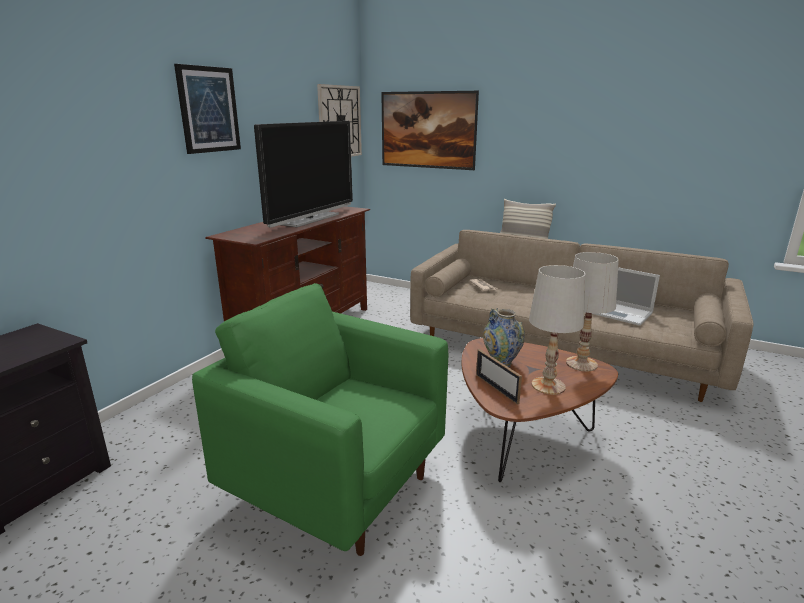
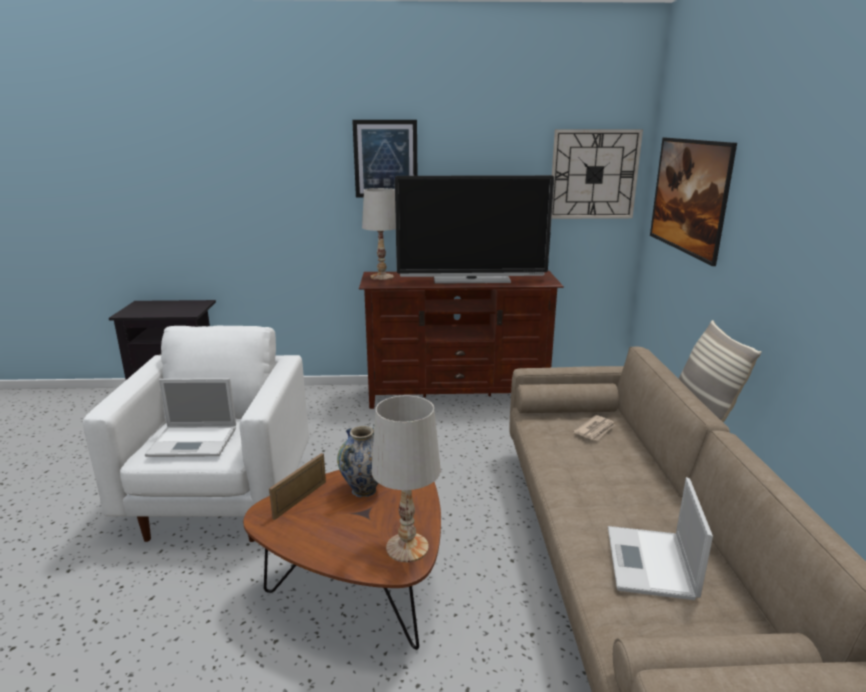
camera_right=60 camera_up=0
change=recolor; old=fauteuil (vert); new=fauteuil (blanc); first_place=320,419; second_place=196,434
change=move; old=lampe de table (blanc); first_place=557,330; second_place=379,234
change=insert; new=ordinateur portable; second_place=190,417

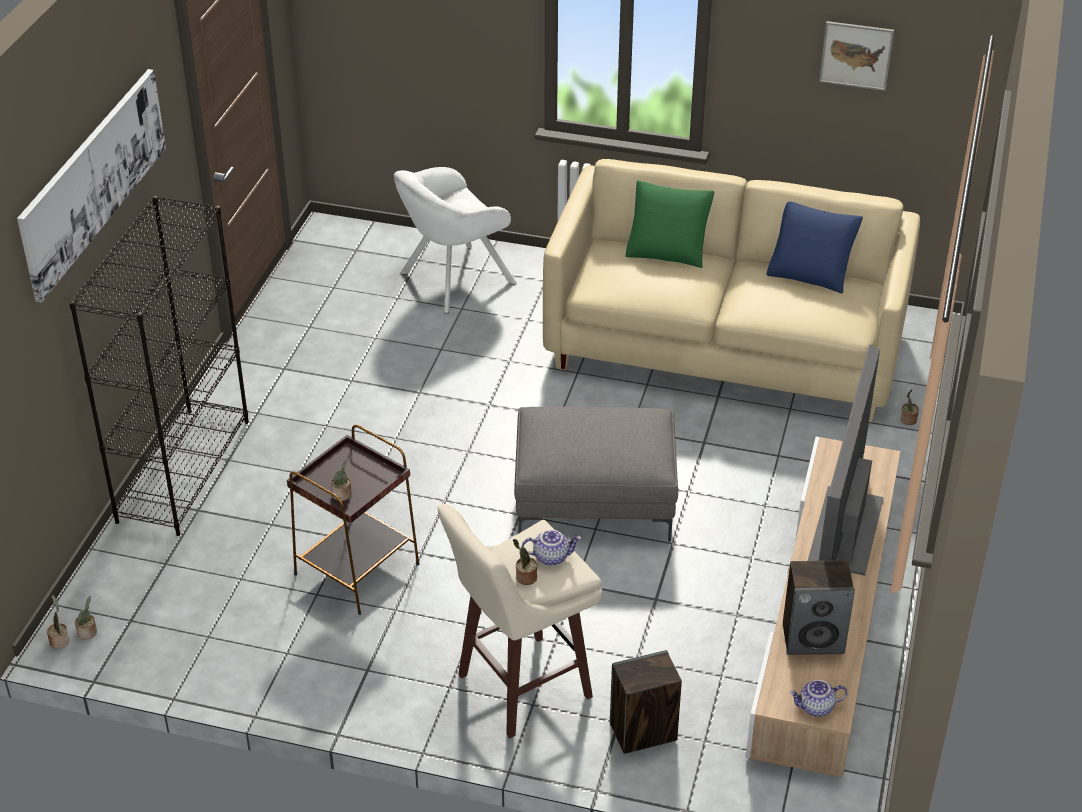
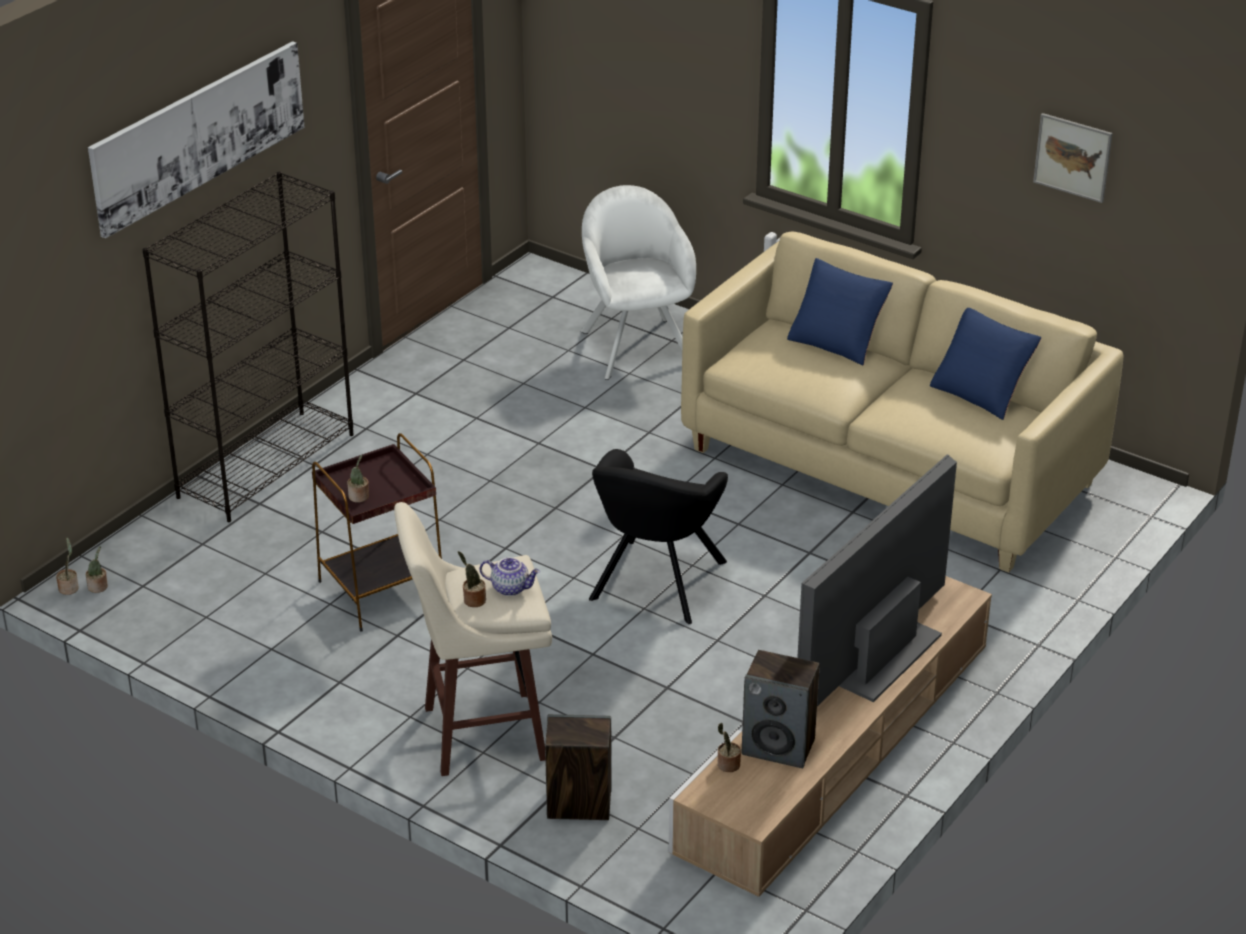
camera_right=20 camera_up=-5
change=rotate; old=fauteuil (blanc); first_place=455,240; second_place=638,282; degrees=90
change=replace; old=pouf (gris); new=fauteuil (noir); first_place=596,474; second_place=658,536
change=recolor; old=coussin (vert); new=coussin (bleu); first_place=670,224; second_place=840,311
change=delete; old=théière; first_place=818,698
change=move; old=plante en pot; first_place=909,407; second_place=729,747

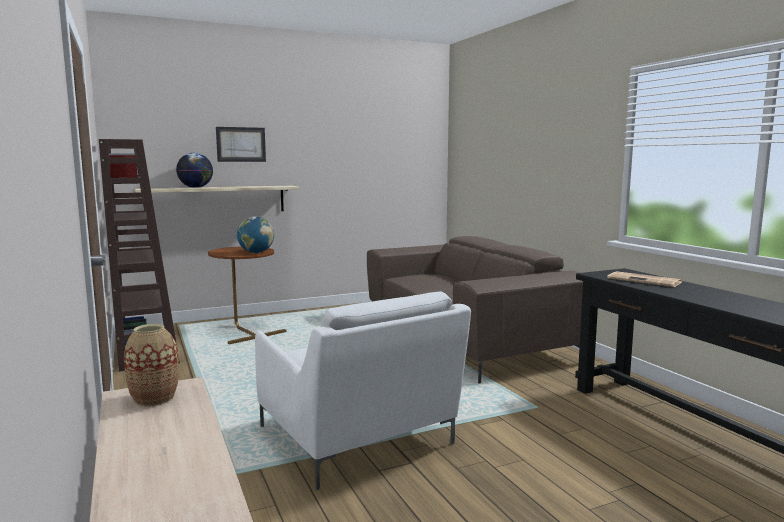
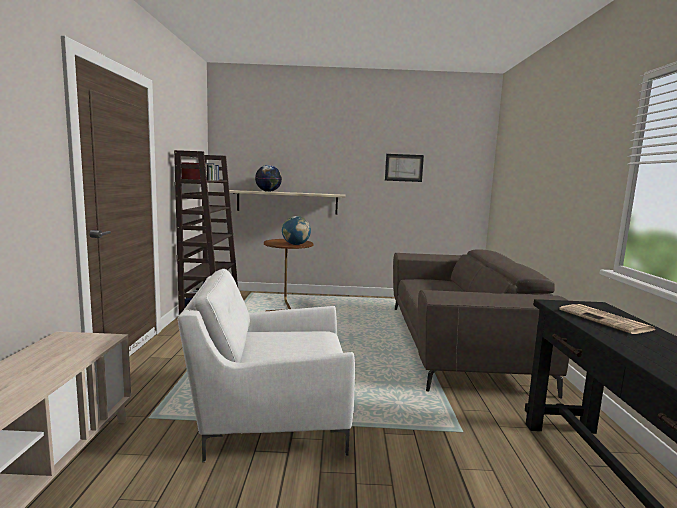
camera_right=25 camera_up=0
change=delete; old=vase; first_place=151,365
change=move; old=tableau; first_place=241,144; second_place=404,168
change=rotate; old=fauteuil (blanc); first_place=363,391; second_place=266,365; degrees=90

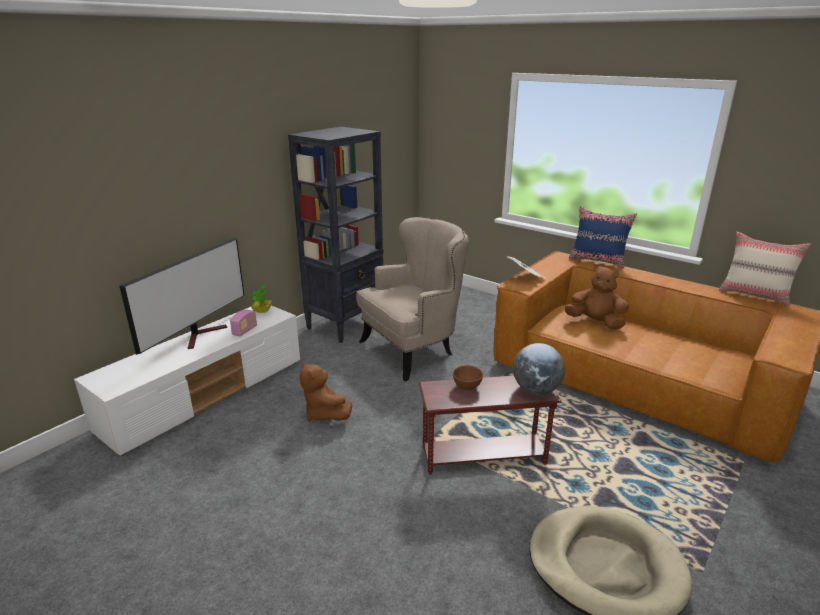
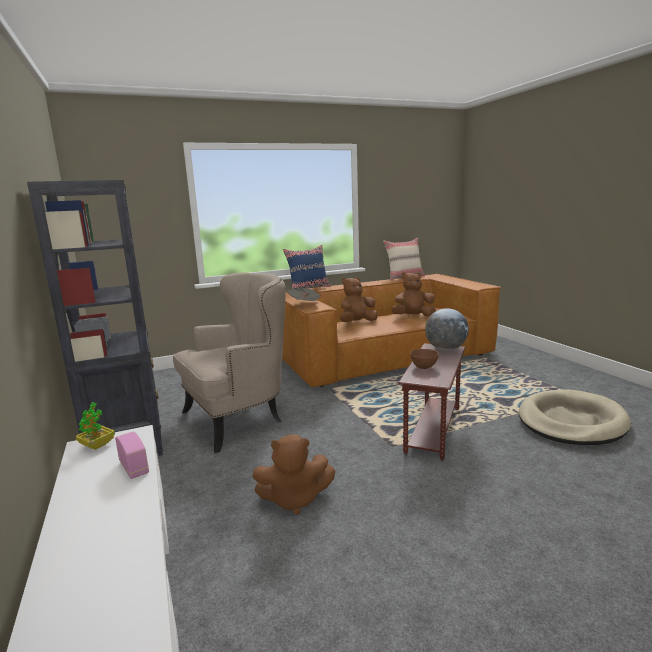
camera_right=-60 camera_up=-10
change=delete; old=téléviseur; first_place=182,296
change=rotate; old=fauteuil (beige); first_place=412,299; second_place=229,362; degrees=60
change=insert; new=peluche (marron); second_place=413,294

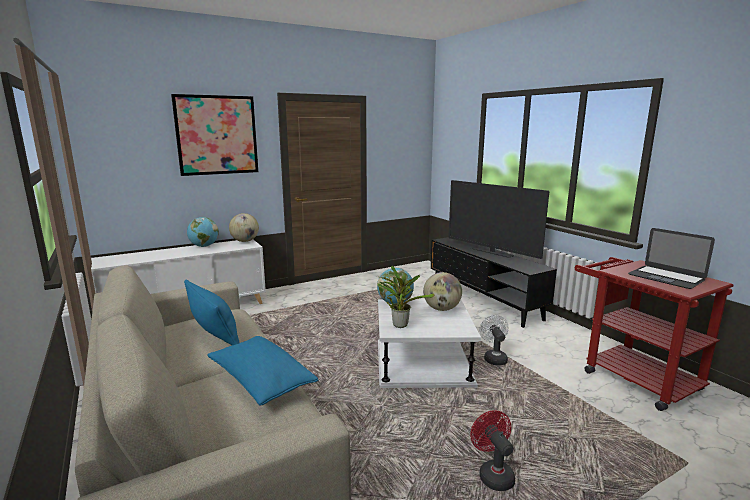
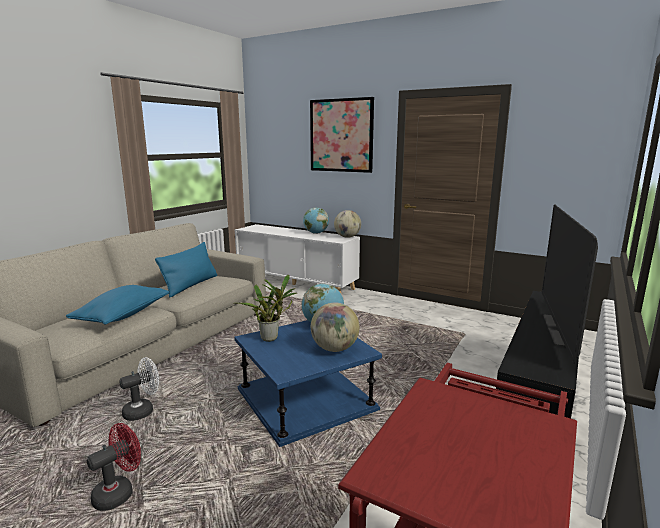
camera_right=60 camera_up=0
change=recolor; old=table d'appoint (blanc); new=table d'appoint (bleu); first_place=429,343; second_place=308,383
change=move; old=ventilateur (blanc); first_place=494,340; second_place=139,389
change=delete; old=ordinateur portable; first_place=671,258

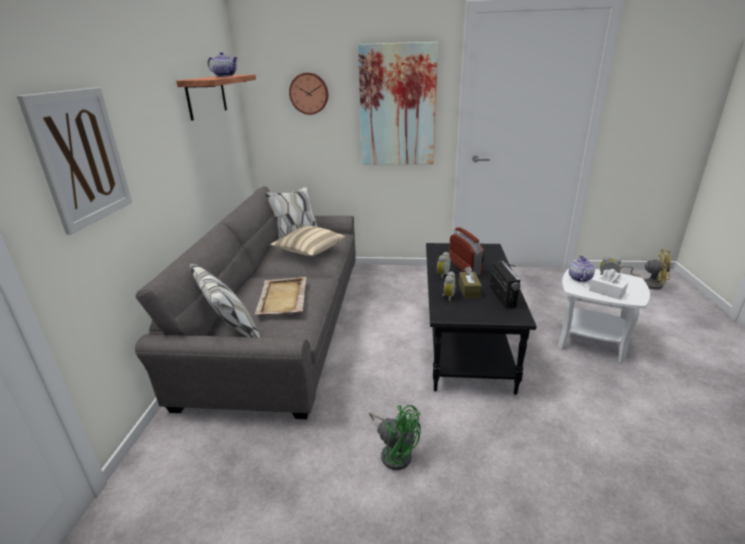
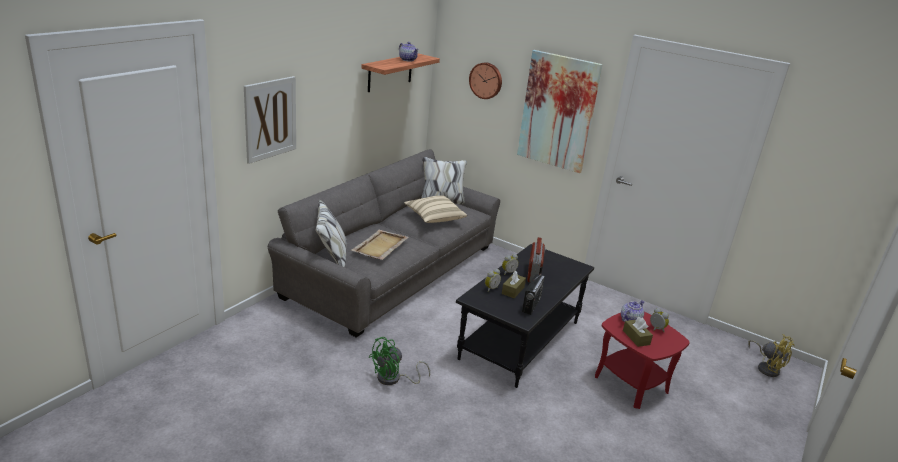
camera_right=25 camera_up=0
change=rotate; old=ventilateur (vert); first_place=395,437; second_place=399,361; degrees=75
change=recolor; old=table d'appoint (blanc); new=table d'appoint (rouge); first_place=604,316; second_place=642,360
change=recolor; old=boîte à mouchoirs (blanc); new=boîte à mouchoirs (marron); first_place=608,284; second_place=638,332

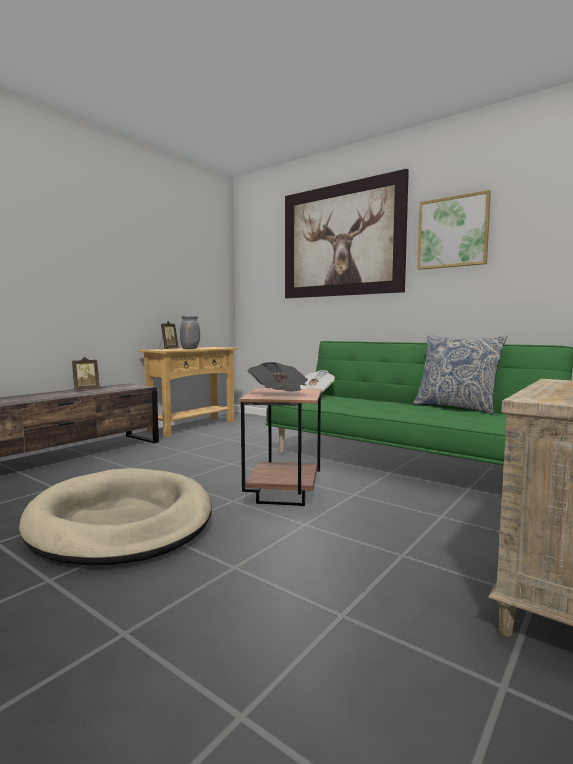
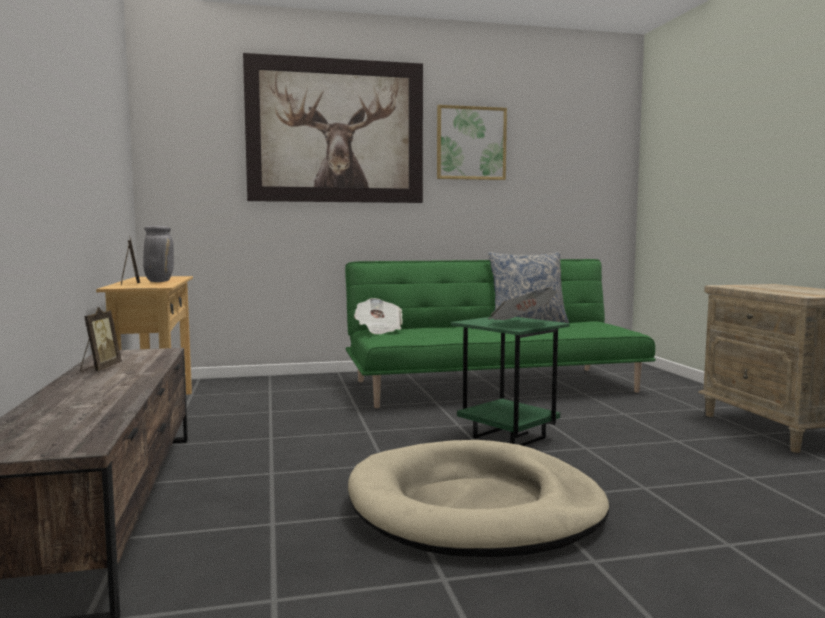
camera_right=-50 camera_up=0
change=recolor; old=table d'appoint (marron); new=table d'appoint (vert); first_place=280,447; second_place=510,381

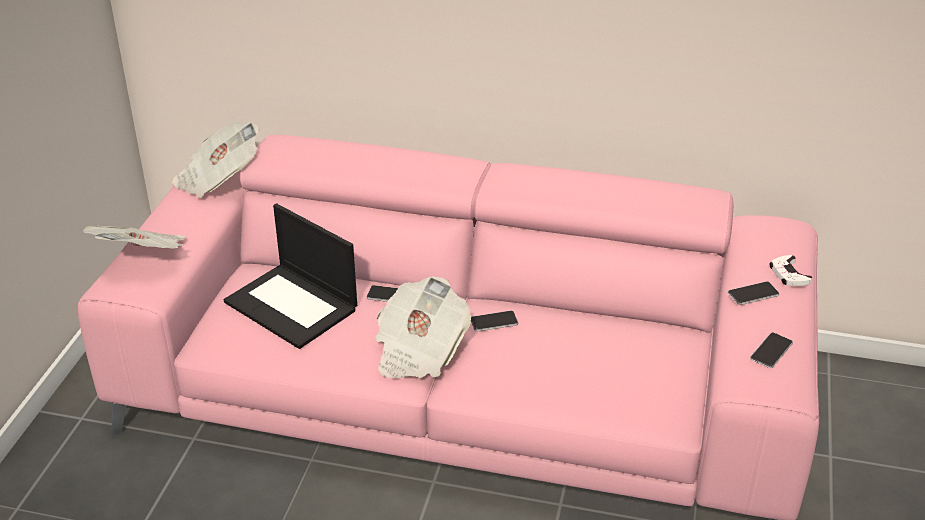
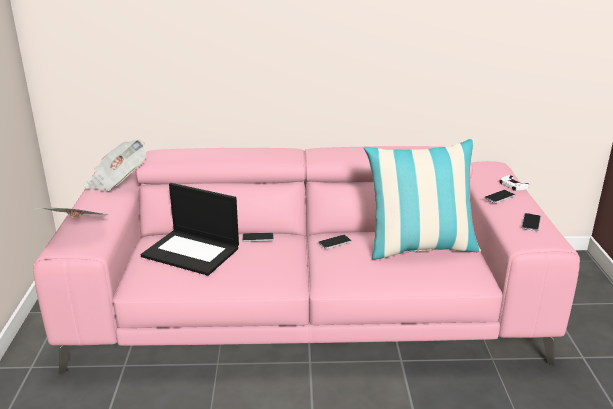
camera_right=-15 camera_up=-10
change=delete; old=journal; first_place=423,327
change=insert; new=coussin; second_place=422,199

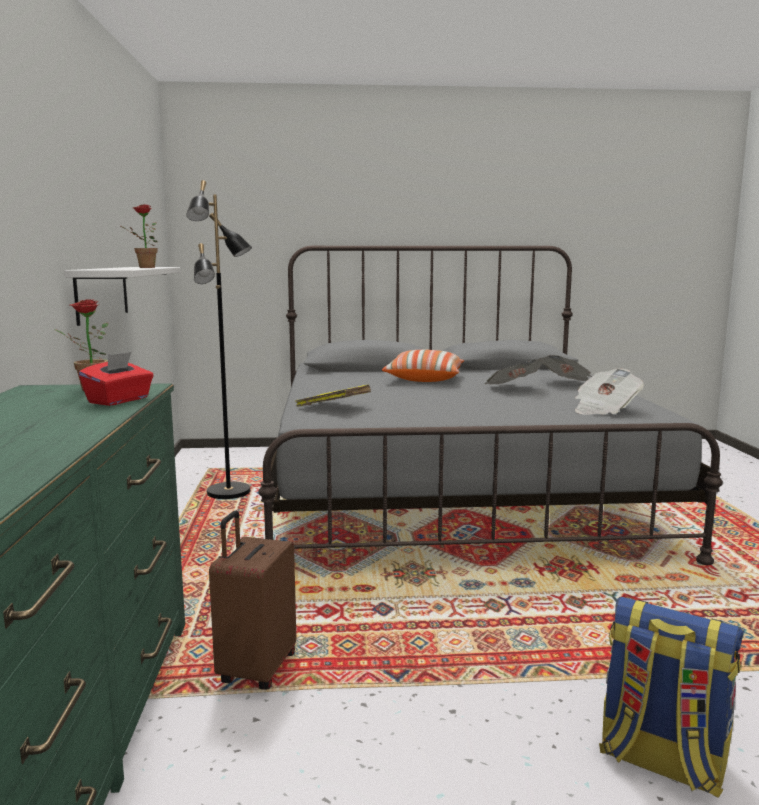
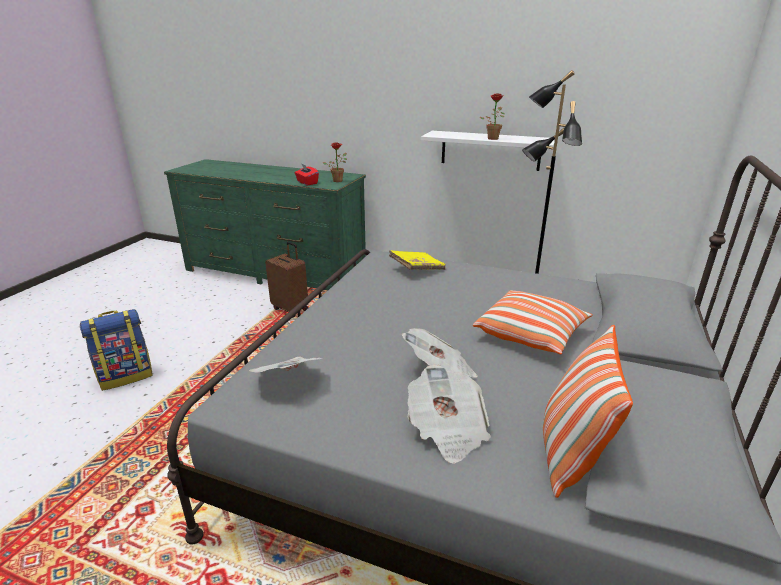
camera_right=115 camera_up=15
change=insert; new=coussin; second_place=588,411

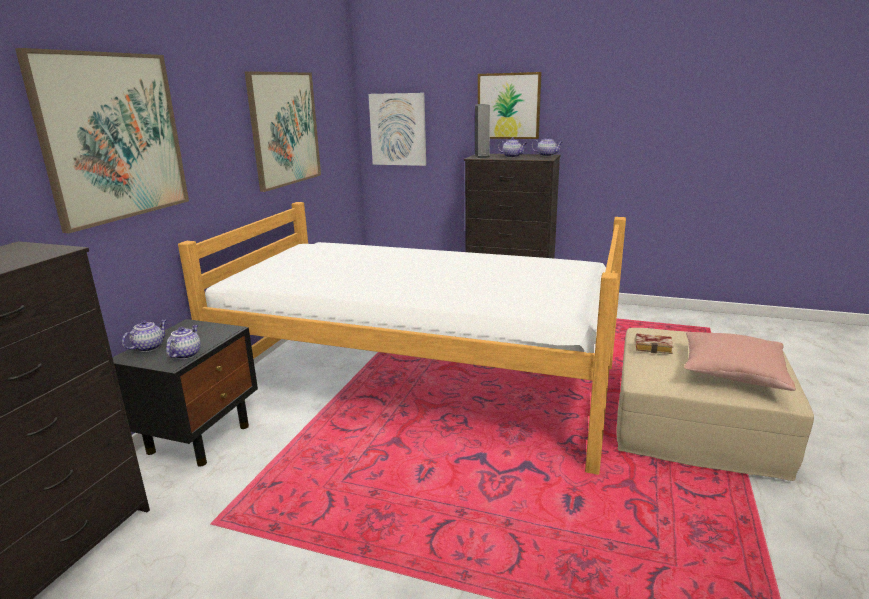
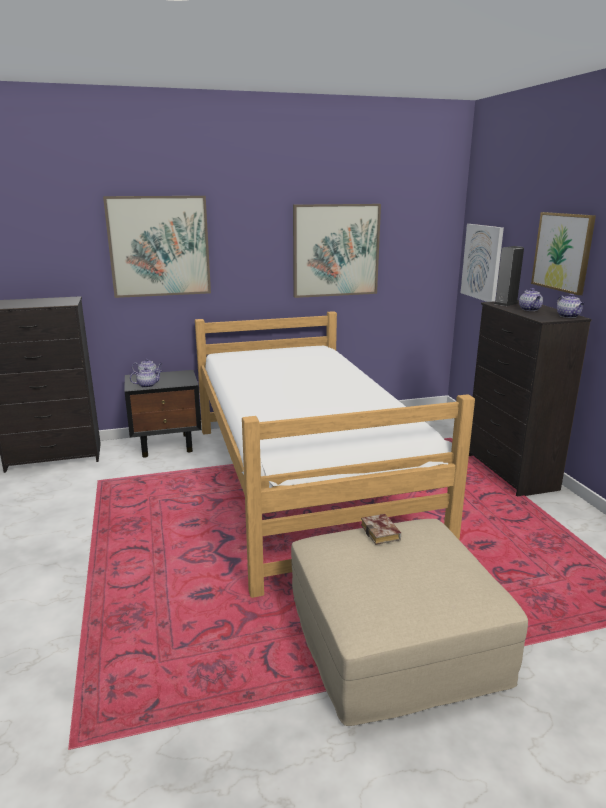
camera_right=55 camera_up=0
change=delete; old=coussin (rose); first_place=740,361

